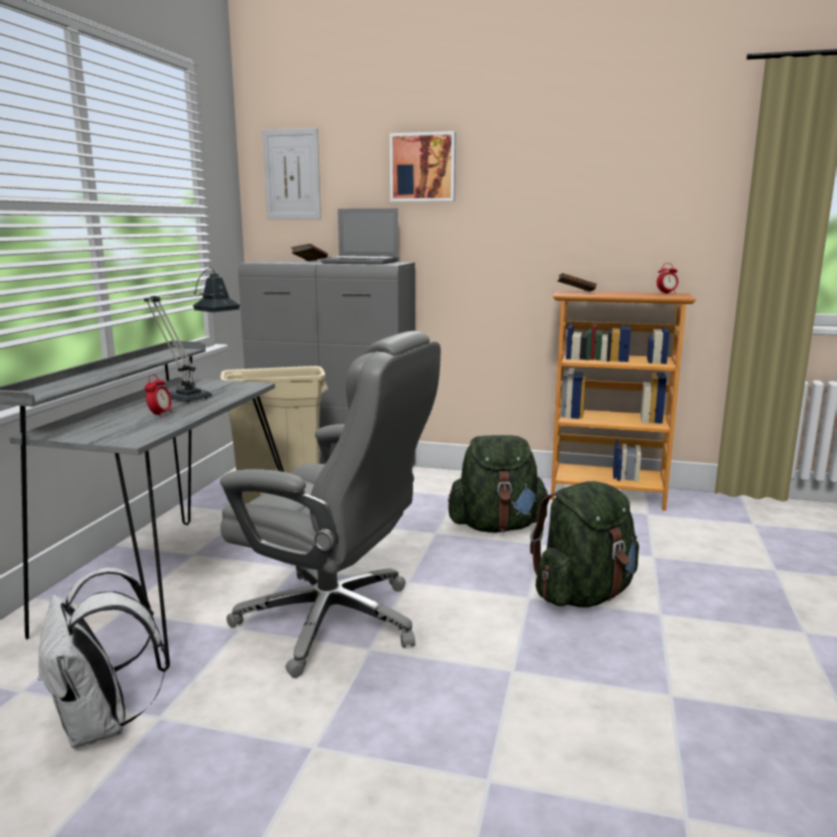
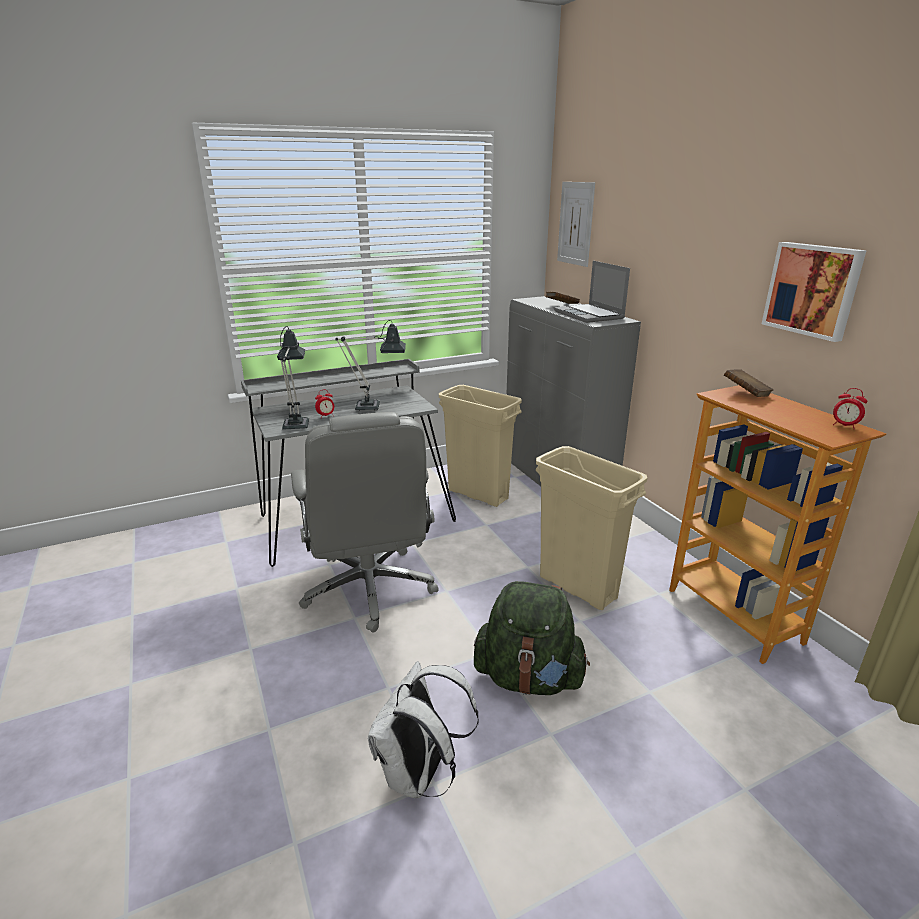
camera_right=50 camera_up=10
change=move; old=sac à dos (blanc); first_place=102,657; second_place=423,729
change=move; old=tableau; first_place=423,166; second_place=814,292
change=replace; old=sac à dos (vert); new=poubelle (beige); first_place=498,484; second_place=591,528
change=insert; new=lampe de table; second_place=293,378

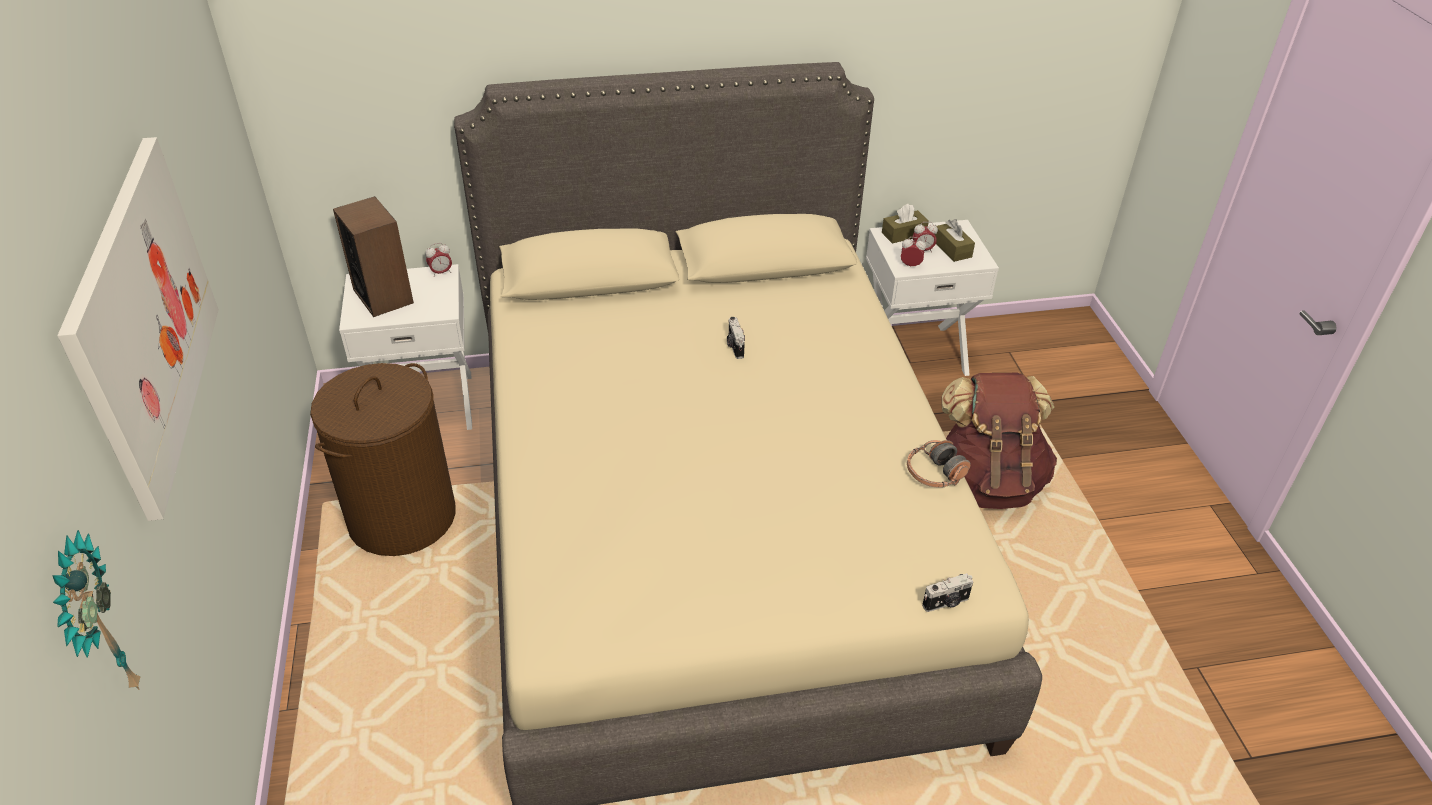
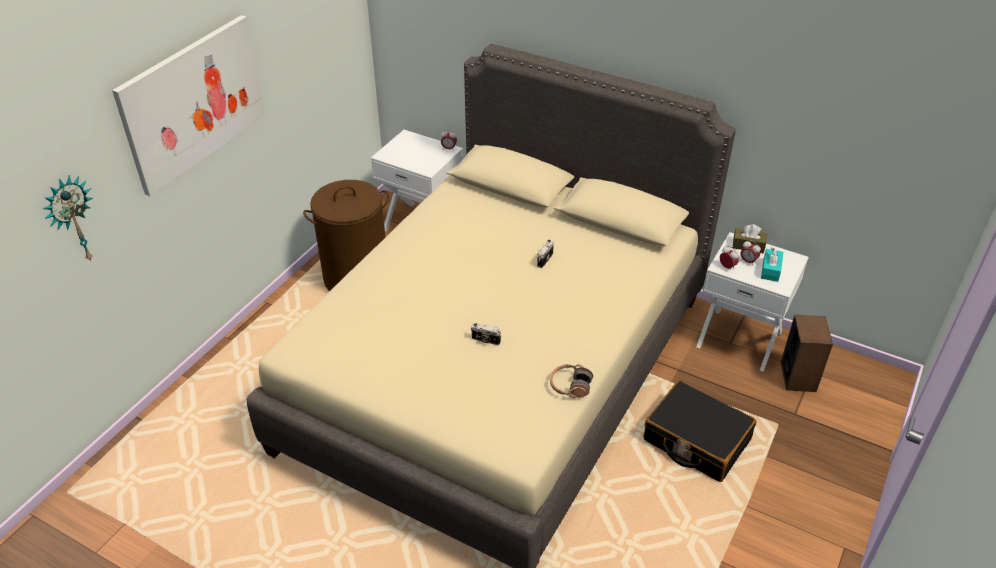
camera_right=40 camera_up=0
change=move; old=enceinte; first_place=373,256; second_place=807,353
change=move; old=appareil photo; first_place=947,592; second_place=486,334
change=recolor; old=boîte à mouchoirs (marron); new=boîte à mouchoirs (turquoise); first_place=955,240; second_place=772,265
change=replace; old=sac à dos (marron); new=valise (noir); first_place=999,441; second_place=699,431

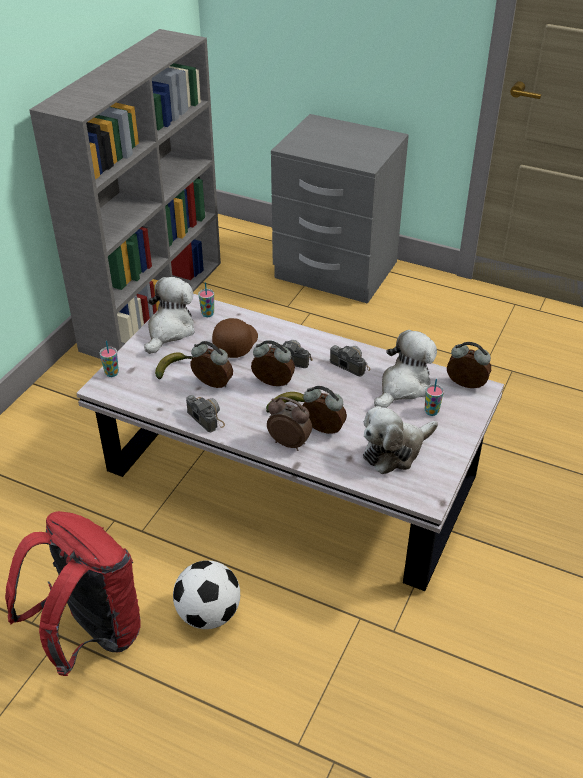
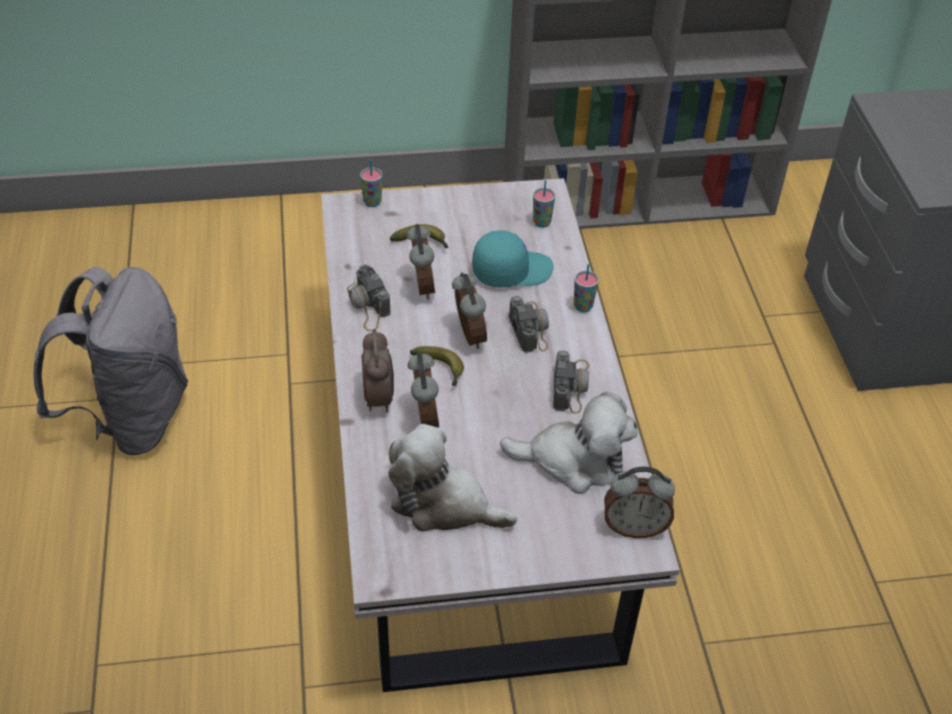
camera_right=55 camera_up=5
change=recolor; old=sac à dos (rouge); new=sac à dos (gris); first_place=73,593; second_place=111,361
change=delete; old=peluche; first_place=169,315
change=delete; old=ballon de foot; first_place=206,594
change=rotate; old=appareil photo; first_place=205,413; second_place=369,298; degrees=135
change=recolor; old=casquette (marron); new=casquette (turquoise); first_place=235,338; second_place=513,258
change=move; old=tasse; first_place=434,397; second_place=586,288
change=rotate; old=réveil; first_place=469,365; second_place=639,502; degrees=105

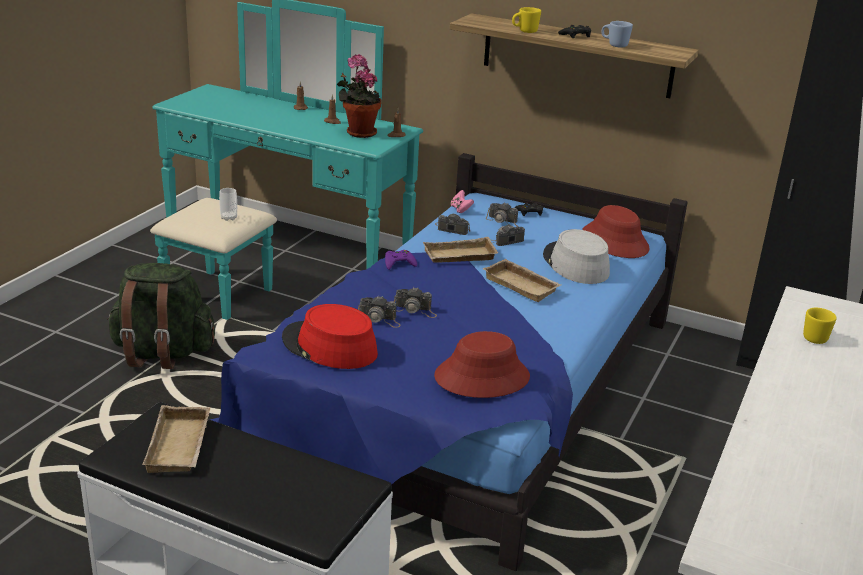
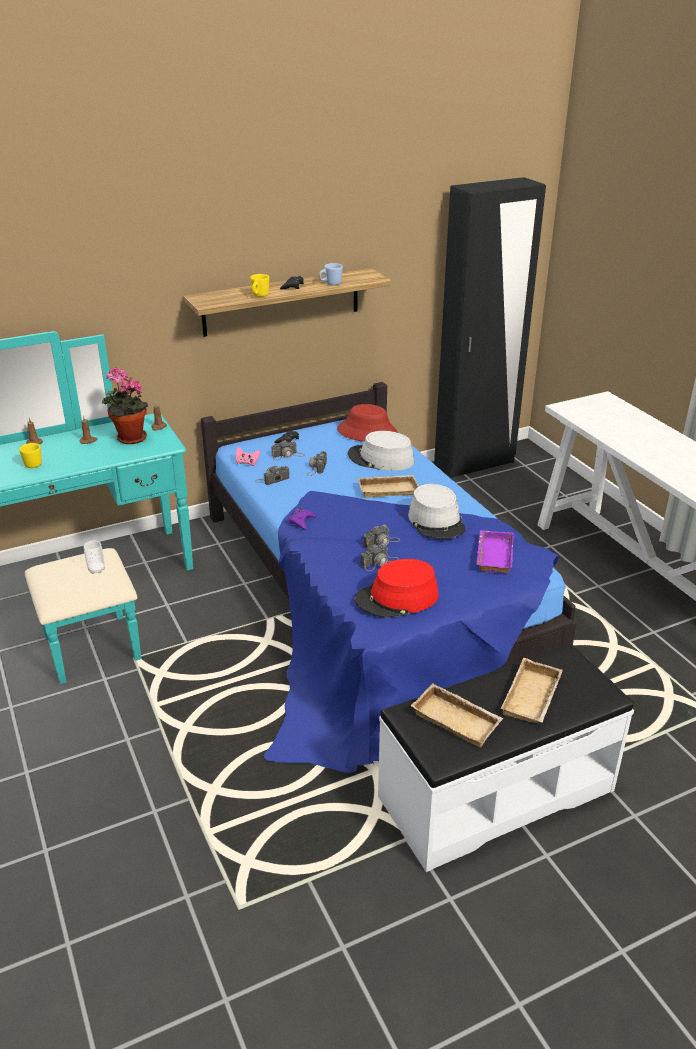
camera_right=-50 camera_up=5
change=delete; old=sac à dos (vert); first_place=161,316
change=move; old=plateau (beige); first_place=460,249; second_place=532,690
change=replace; old=chapeau (rouge); new=plateau (violet); first_place=482,364; second_place=495,551
change=move; old=mug (jaune); first_place=820,326; second_place=30,455
change=insert; new=chapeau (gris); second_place=437,511

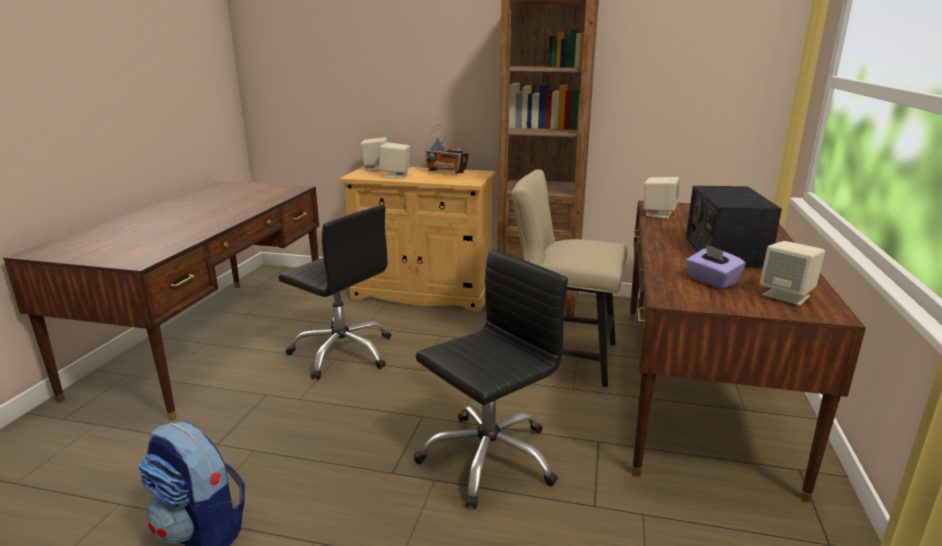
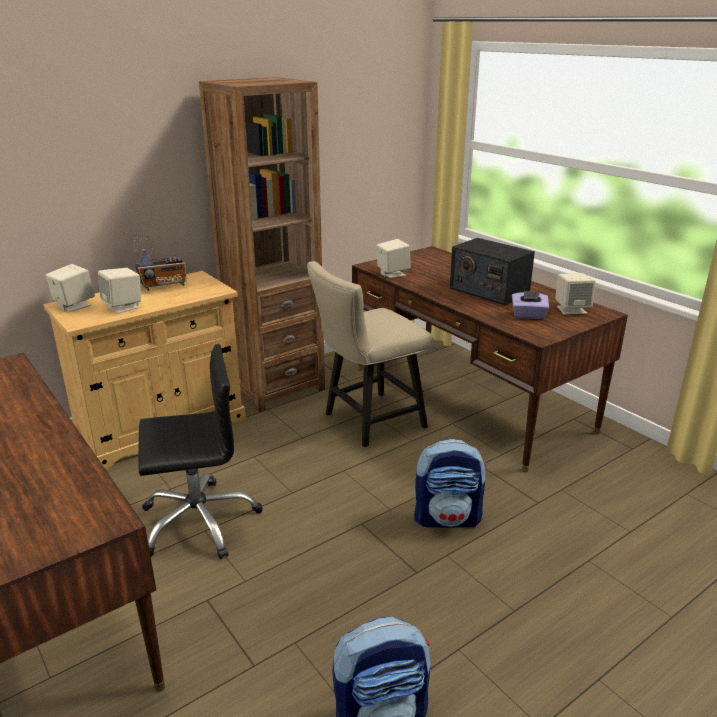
camera_right=-50 camera_up=5
change=replace; old=chaise de bureau (noir); new=sac à dos; first_place=491,379; second_place=450,483

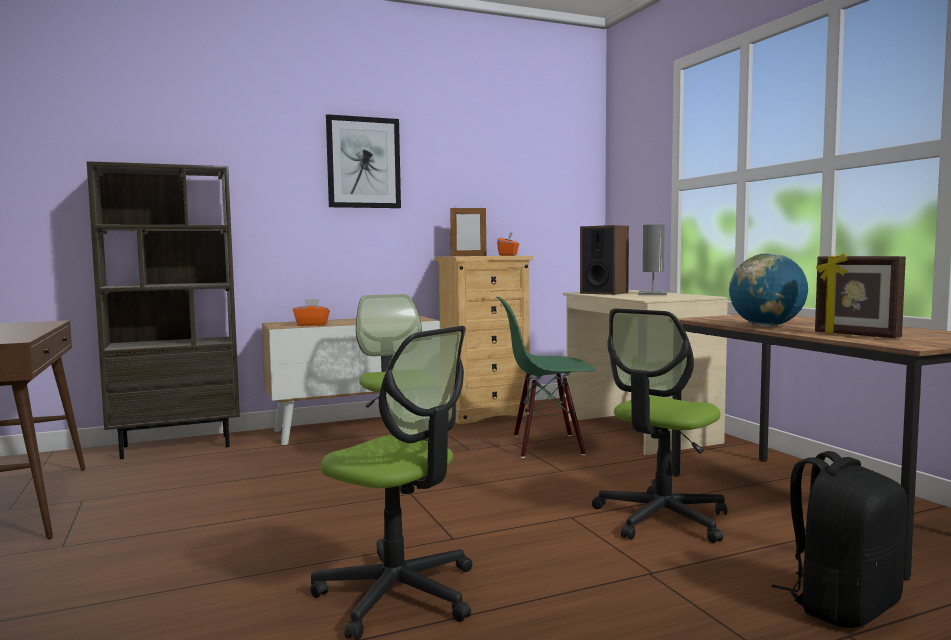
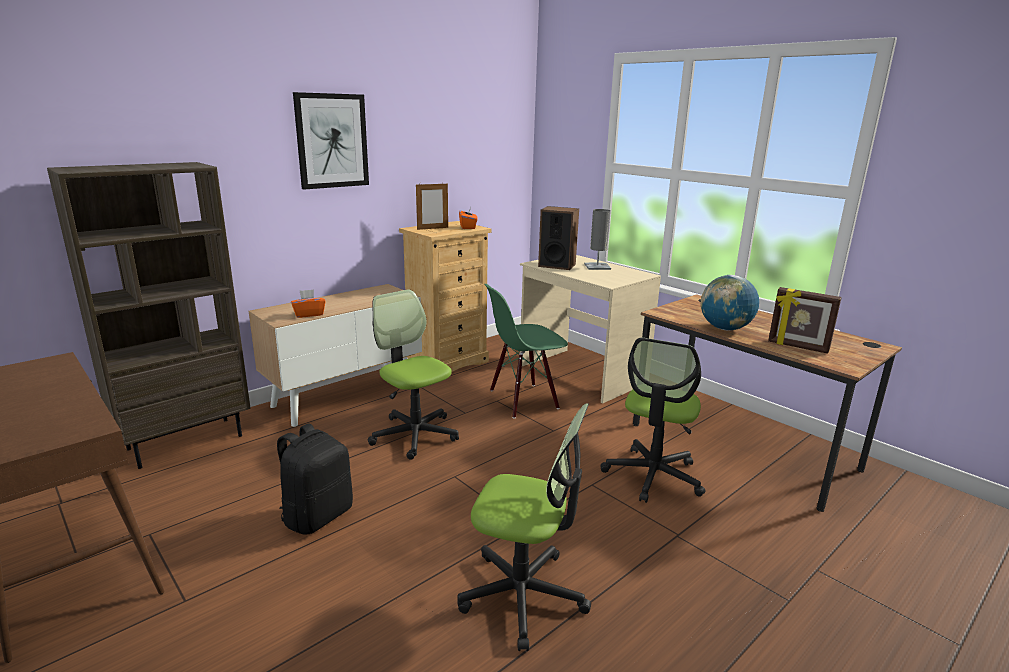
camera_right=-20 camera_up=15
change=move; old=sac à dos (noir); first_place=839,539; second_place=315,478

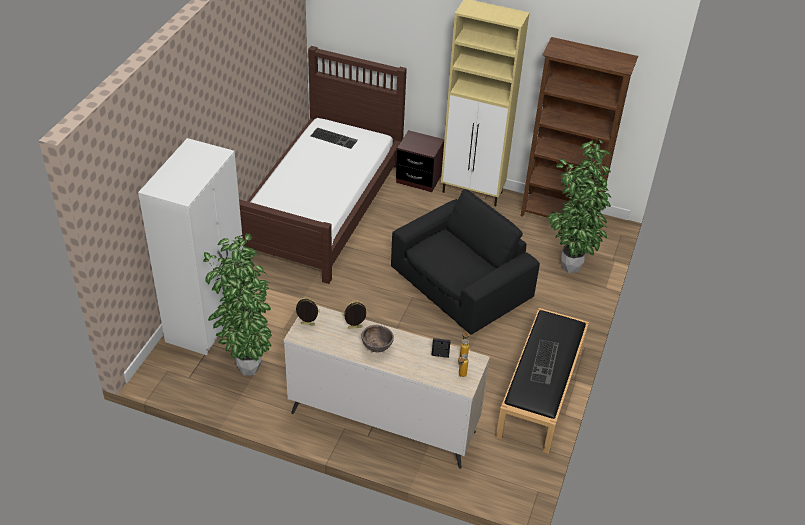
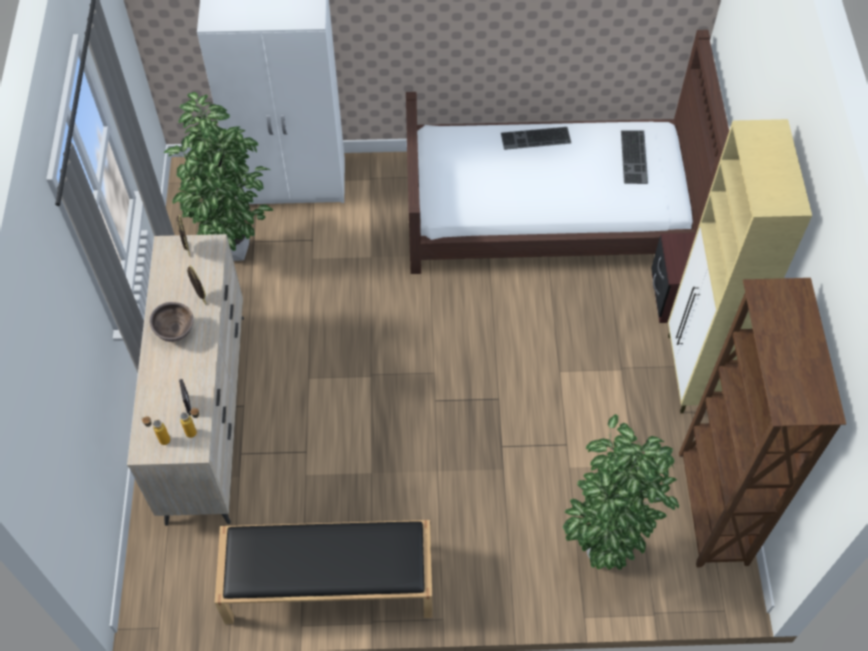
camera_right=70 camera_up=15
change=delete; old=fauteuil (noir); first_place=465,261
change=move; old=clavier; first_place=544,362; second_place=536,138

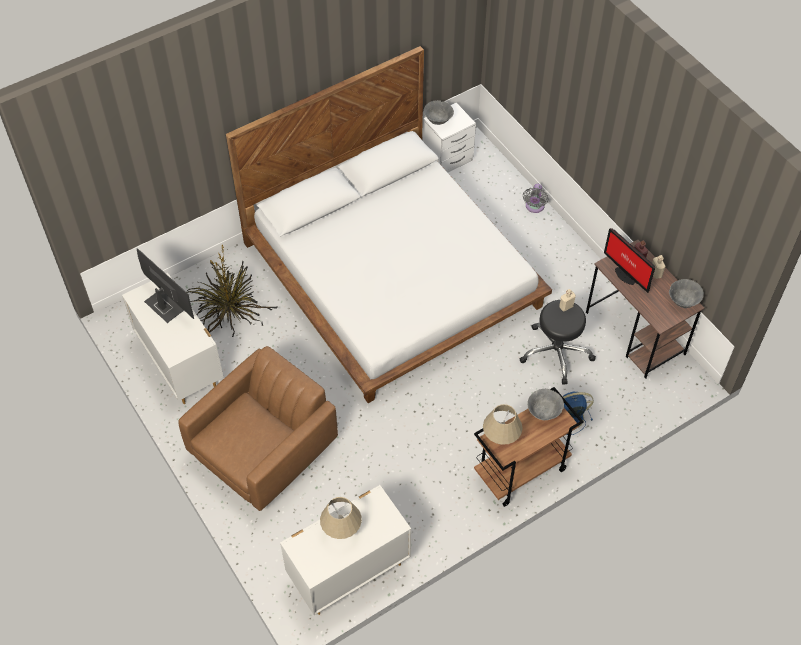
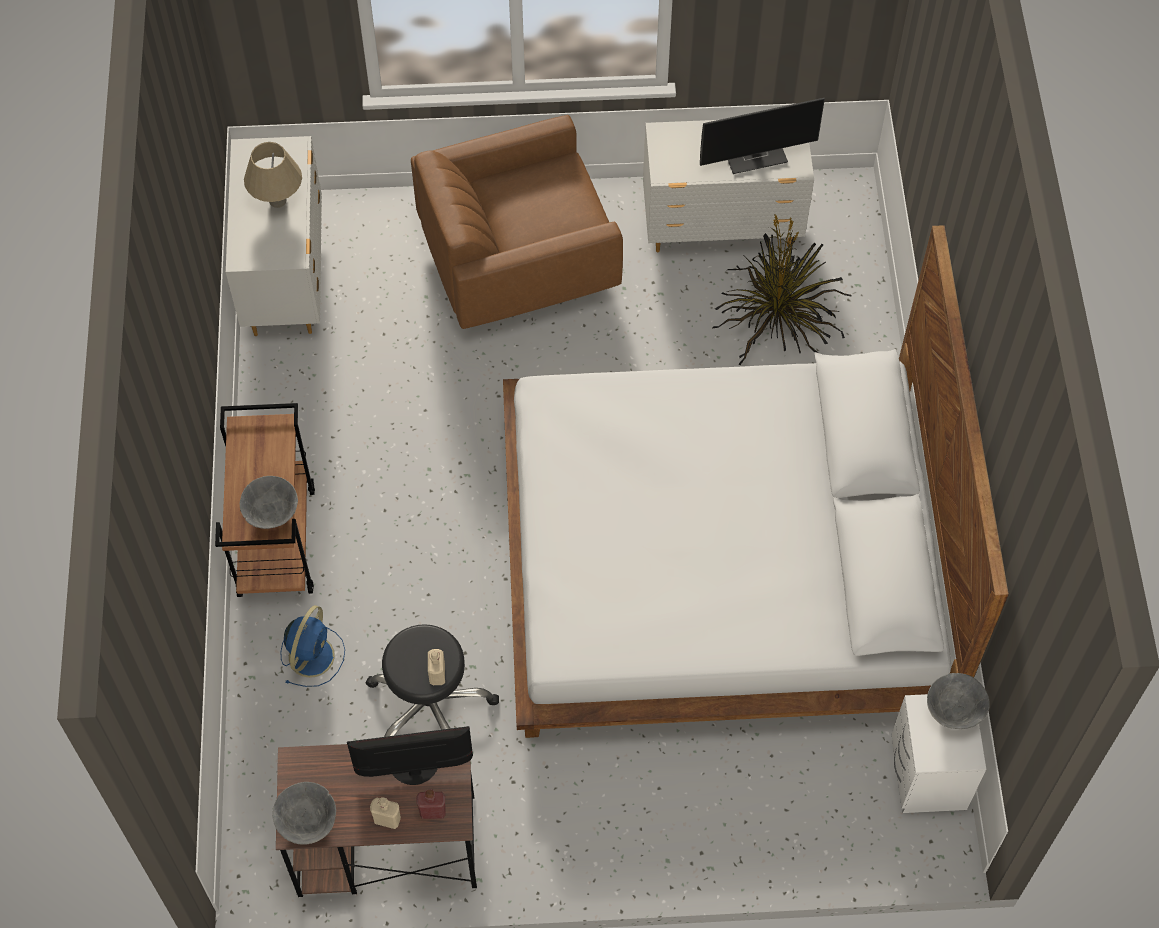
camera_right=120 camera_up=5
change=rotate; old=fauteuil (marron); first_place=258,428; second_place=517,222; degrees=90
change=delete; old=lampe de table (beige); first_place=503,424
change=delete; old=ventilateur (gris); first_place=535,198

